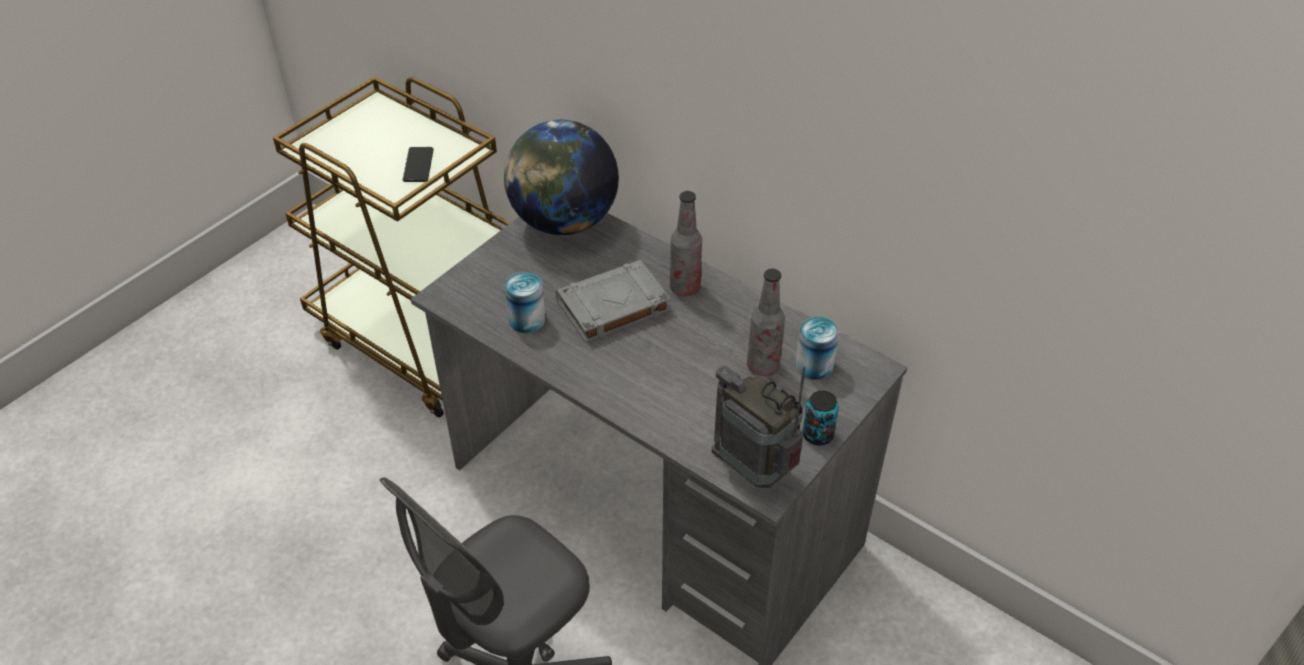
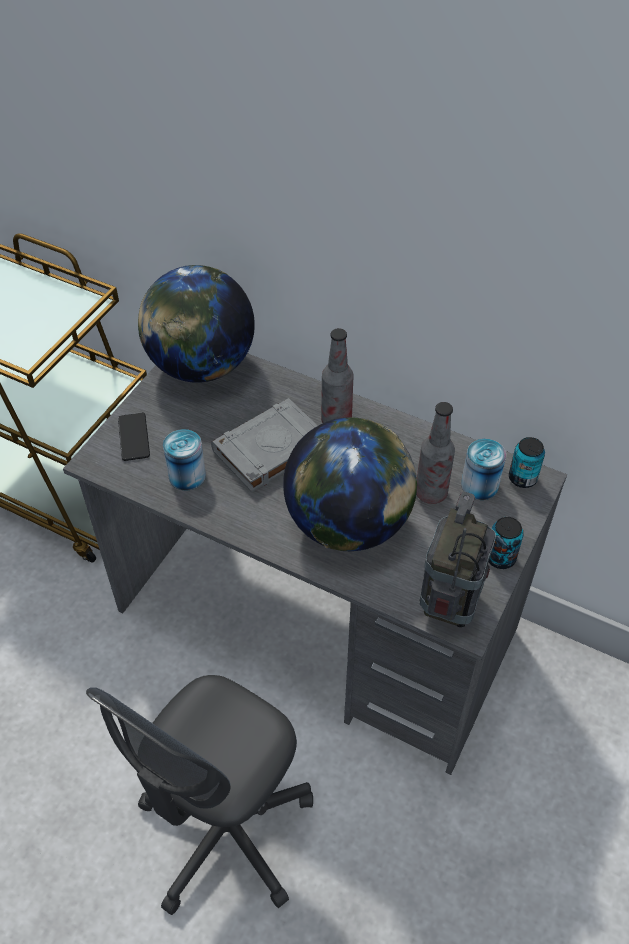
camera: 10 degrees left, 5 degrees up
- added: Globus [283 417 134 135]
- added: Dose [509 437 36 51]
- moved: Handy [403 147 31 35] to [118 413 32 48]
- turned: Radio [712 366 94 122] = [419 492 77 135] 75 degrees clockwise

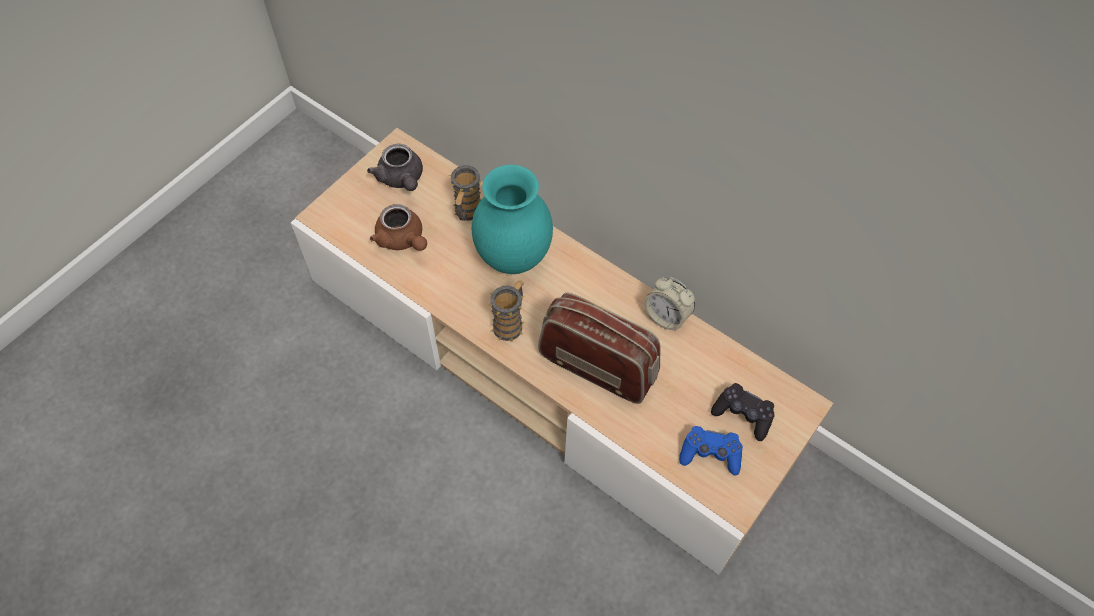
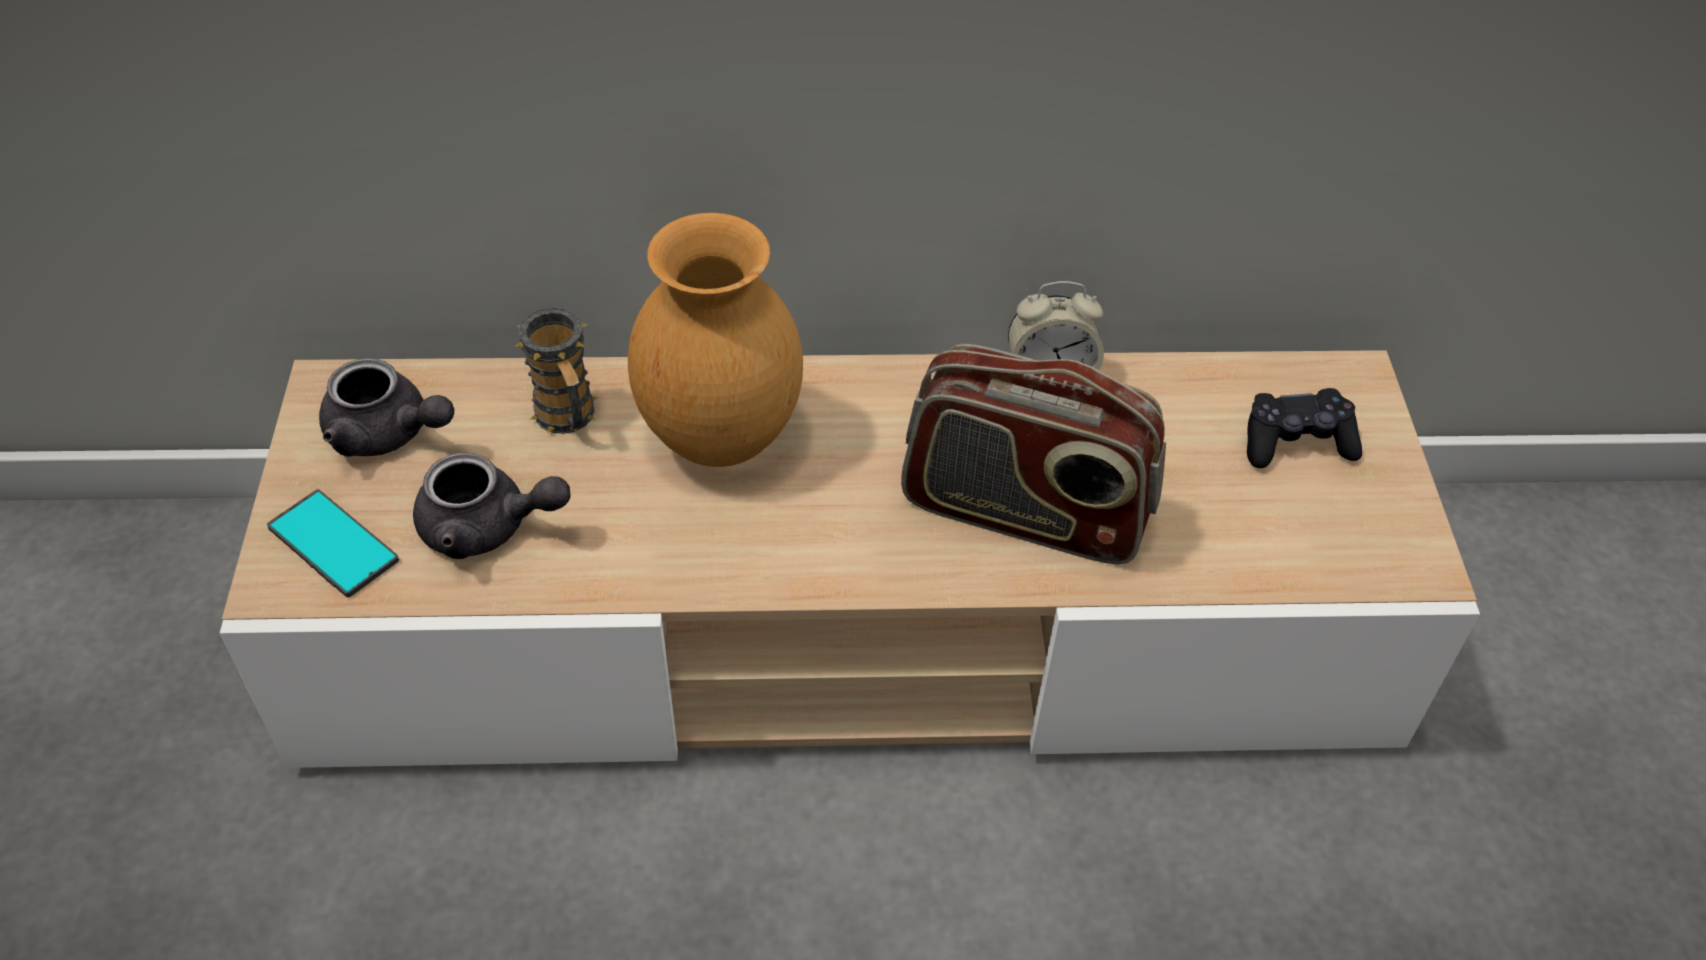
camera: 40 degrees left, 10 degrees down
- removed: Henkelbecher [488 280 37 61]
- removed: Gamepad (blau) [679 426 64 50]
- added: Handy [267 489 132 109]
- recoloured: Teekanne (braun) [370 204 57 47] to Teekanne (grau) [413 453 158 106]
- recoloured: Vase (türkis) [472 165 81 109] to Vase (braun) [628 213 175 254]
- turned: Radio [538 293 122 111] = [901 344 265 221] 150 degrees counterclockwise

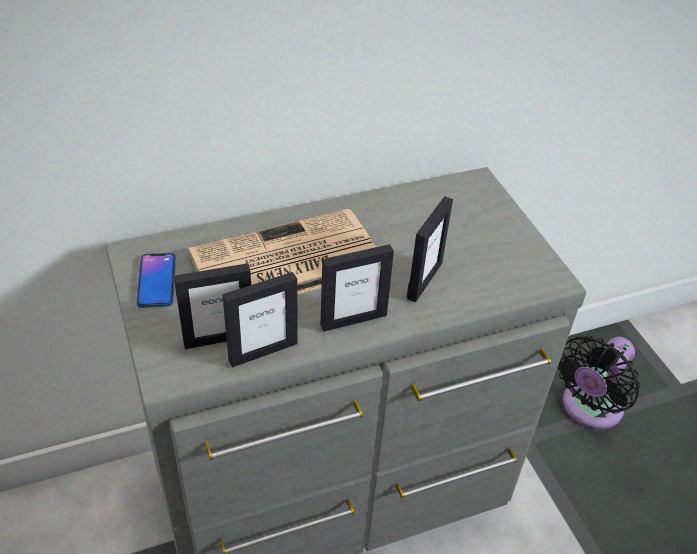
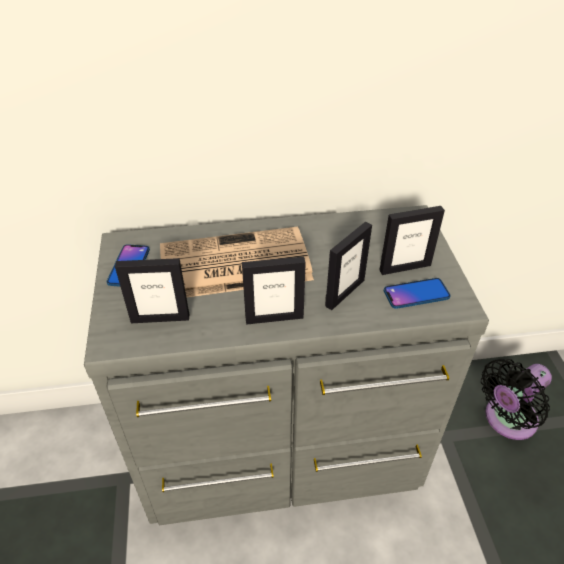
camera: 15 degrees right, 0 degrees up
- added: Handy [384 278 67 31]
- moved: Bilderrahmen [222 272 76 95] to [379 206 66 69]

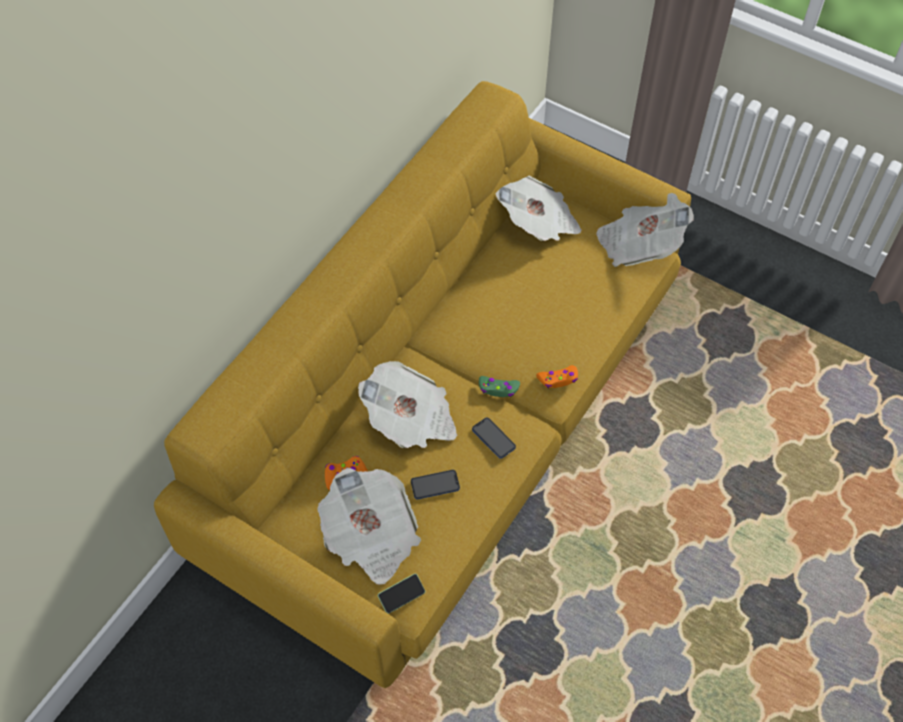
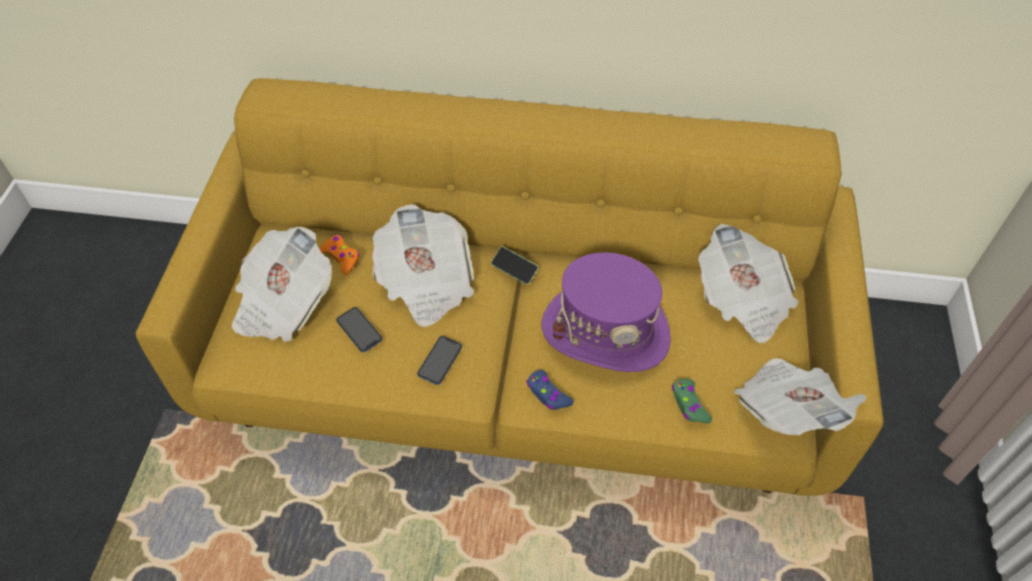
camera: 65 degrees right, 5 degrees down
- added: Hut (lila) [541 252 130 120]
- moved: Handy [378 574 47 40] to [491 246 48 39]
- moved: Gamepad (grün) [479 376 41 21] to [672 379 40 44]
- recoloured: Gamepad (orange) [536 365 42 23] to Gamepad (blau) [526 370 48 40]

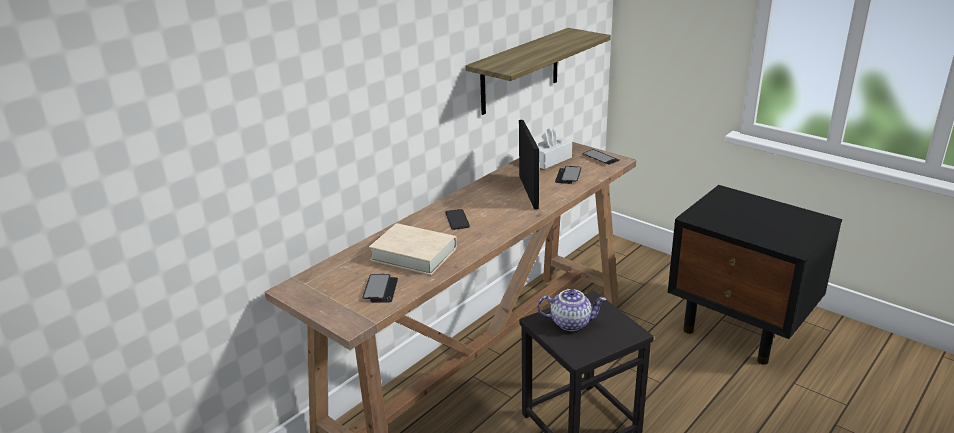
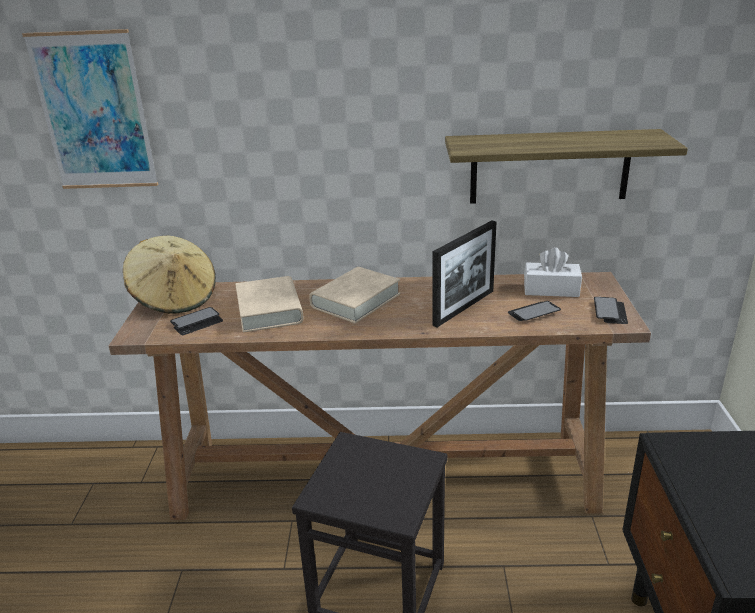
camera: 50 degrees right, 0 degrees up
- removed: Teekanne [537 289 70 42]
- added: Bild [22 29 136 160]
- added: Hut (beige) [123 235 93 79]
- replaced: Handy [445 209 25 21] to Buch (beige) [309 267 91 56]

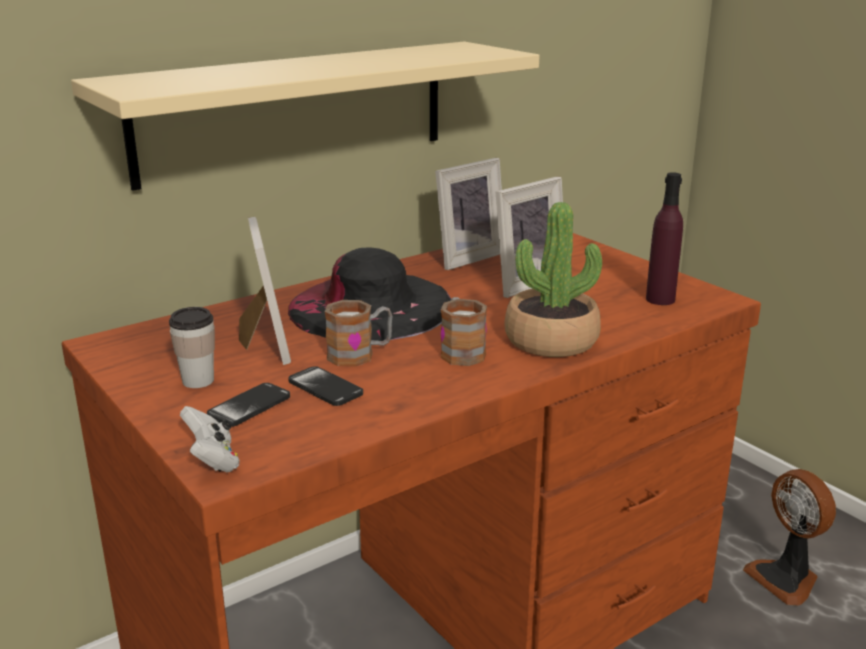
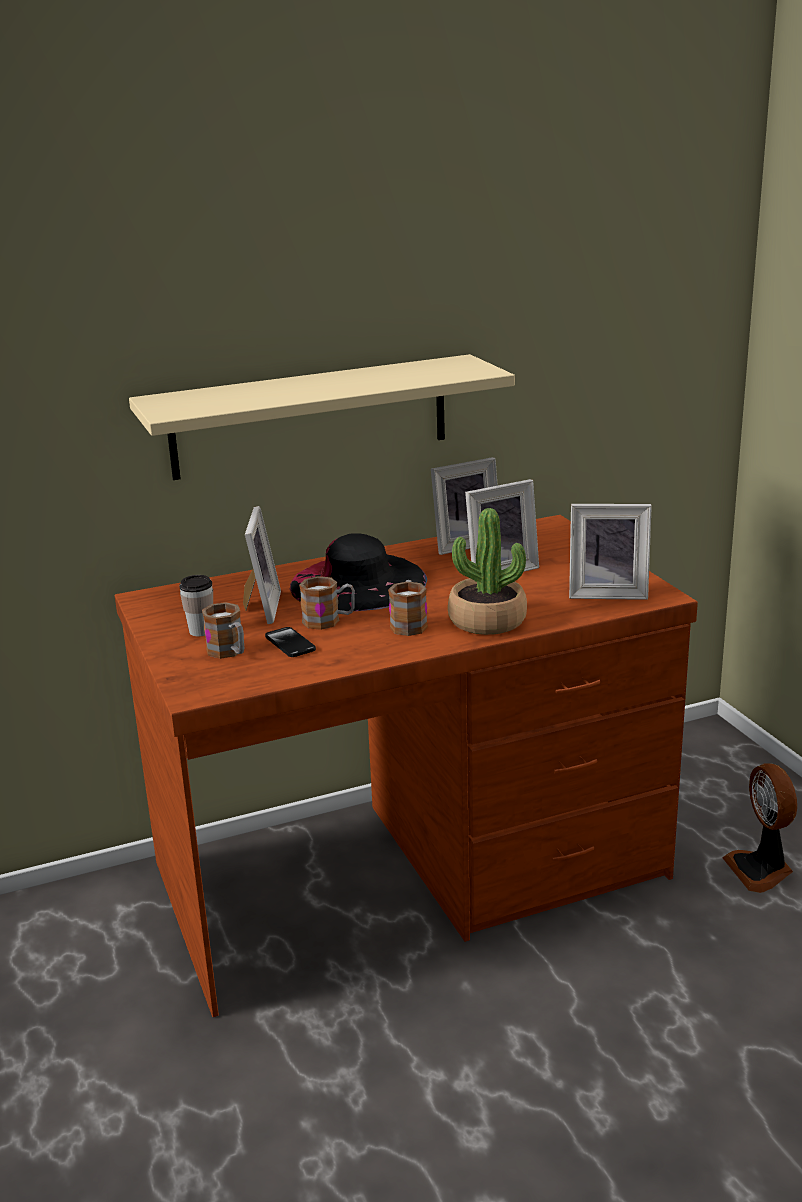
camera: 15 degrees right, 0 degrees up
- removed: Gamepad (weiß) [180 406 60 66]
- replaced: Handy [207 383 83 44] to Henkelbecher [202 602 42 57]
- replaced: Flasche (lila) [646 172 37 133] to Bilderrahmen [569 504 83 96]

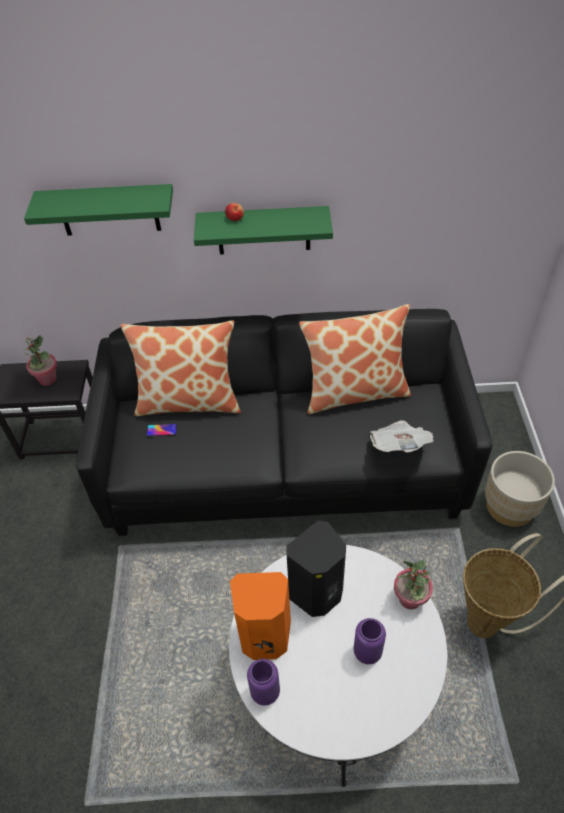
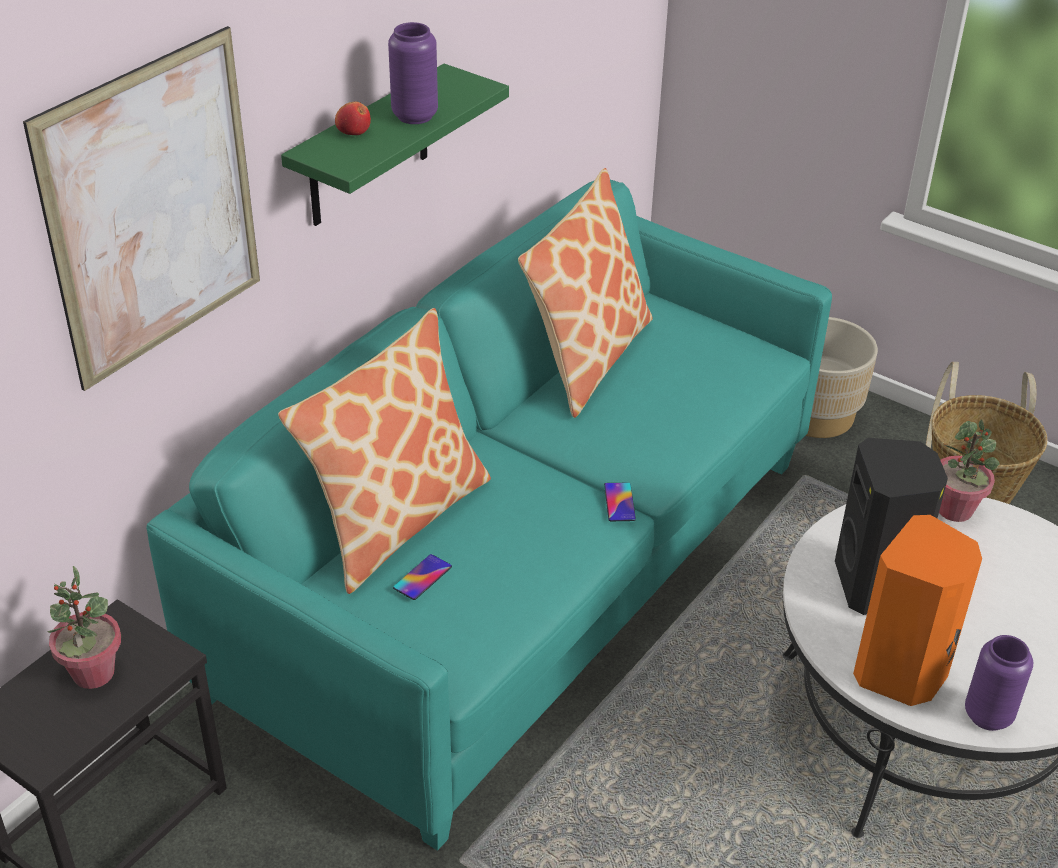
camera: 55 degrees left, 10 degrees down
- removed: Zeitung [370 420 63 33]
- added: Handy [604 483 32 38]
- moved: Vase (lila) [354 618 32 46] to [388 22 50 102]
- replaced: Wandregal (grün) [24 184 149 52] to Bild [23 26 237 365]
- recoloured: Sofa (schwarz) [76 309 417 227] to Sofa (türkis) [146 180 686 671]

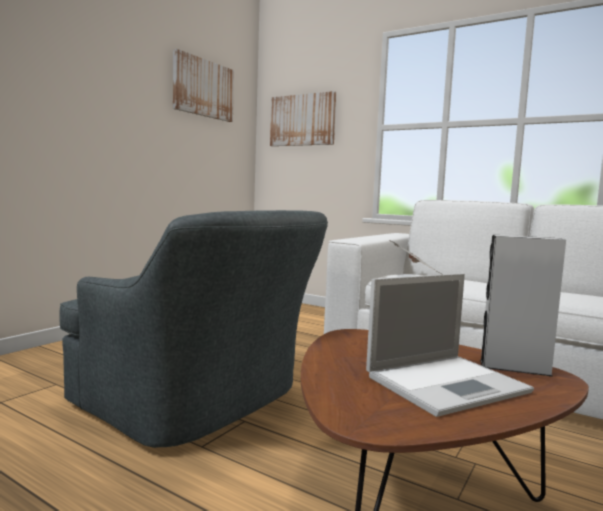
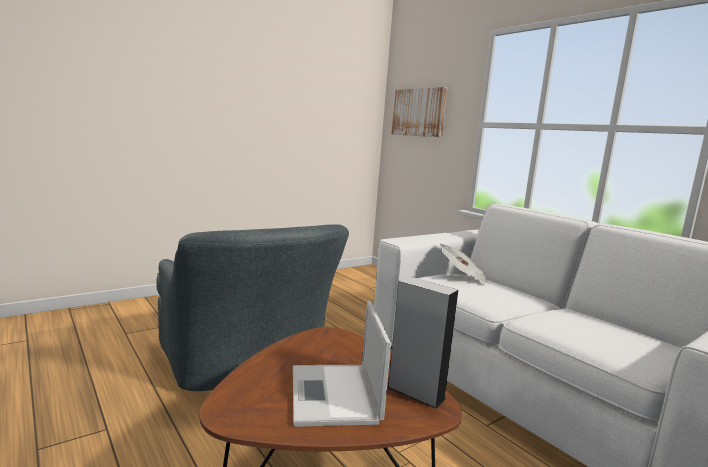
camera: 20 degrees right, 5 degrees up
- removed: Bild [173 49 61 73]
- turned: Laptop [366 273 168 144] = [293 300 98 127] 90 degrees clockwise

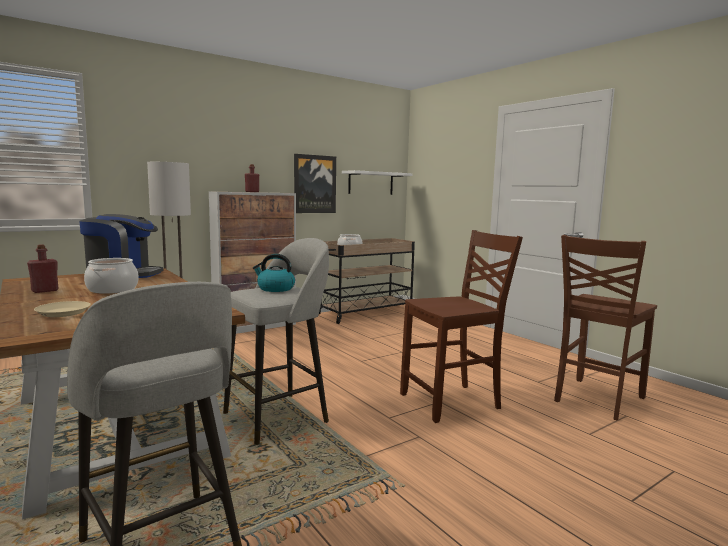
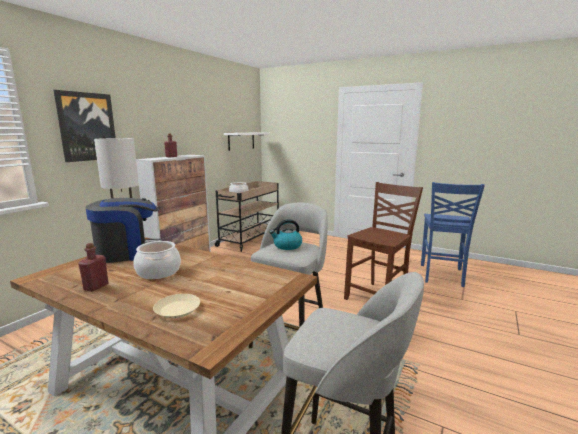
camera: 25 degrees left, 5 degrees up
- moved: Bild [294 154 42 59] to [54 90 62 72]
- recoloured: Stuhl (braun) [554 235 103 185] to Stuhl (blau) [421 182 64 105]

